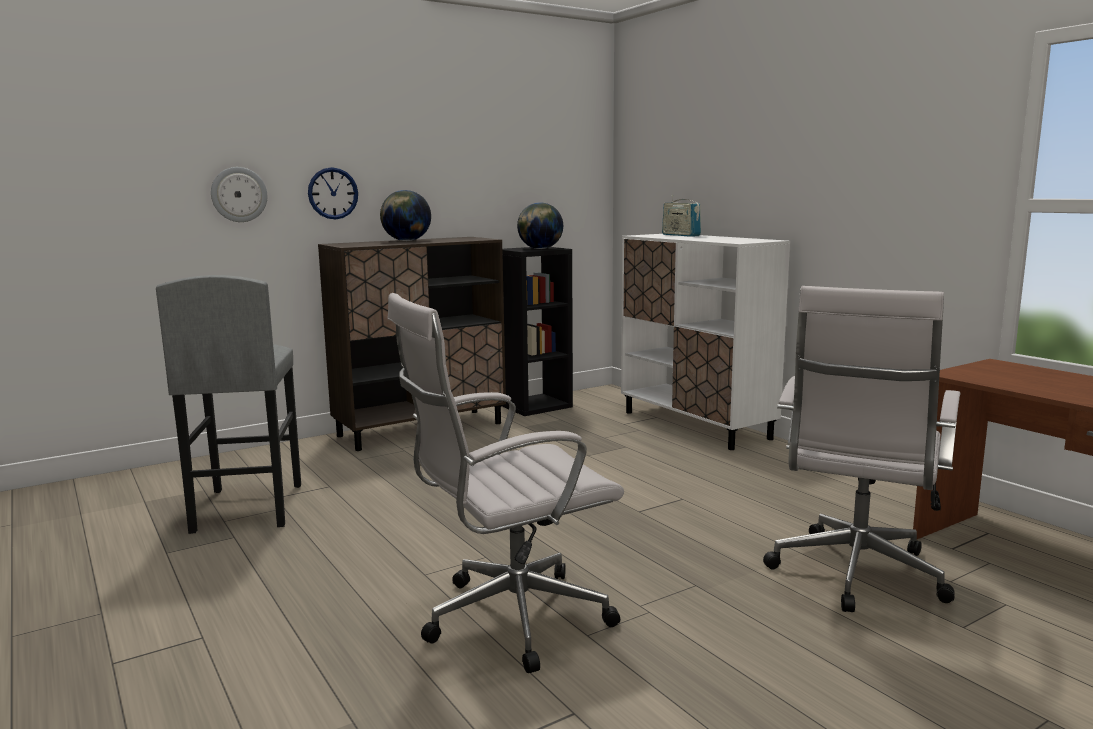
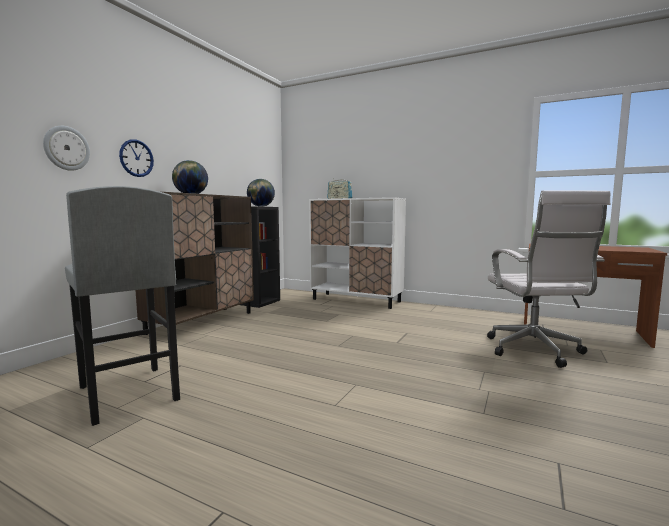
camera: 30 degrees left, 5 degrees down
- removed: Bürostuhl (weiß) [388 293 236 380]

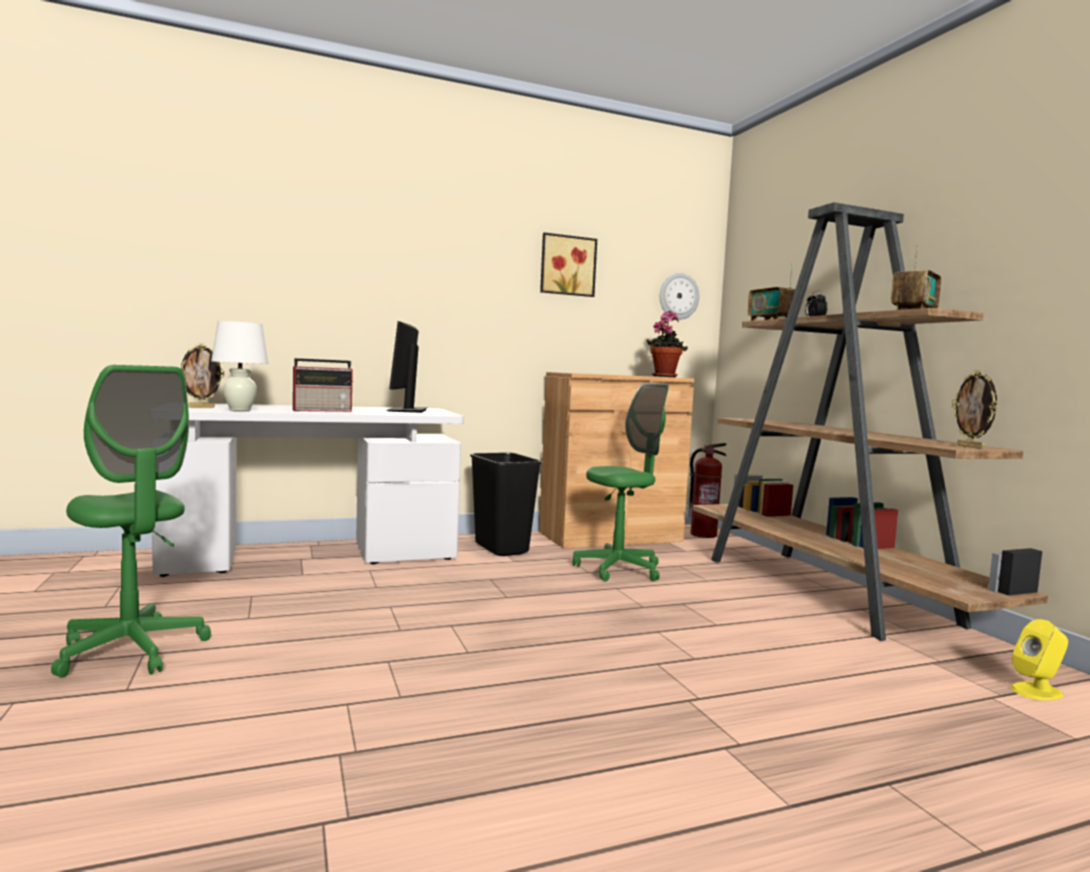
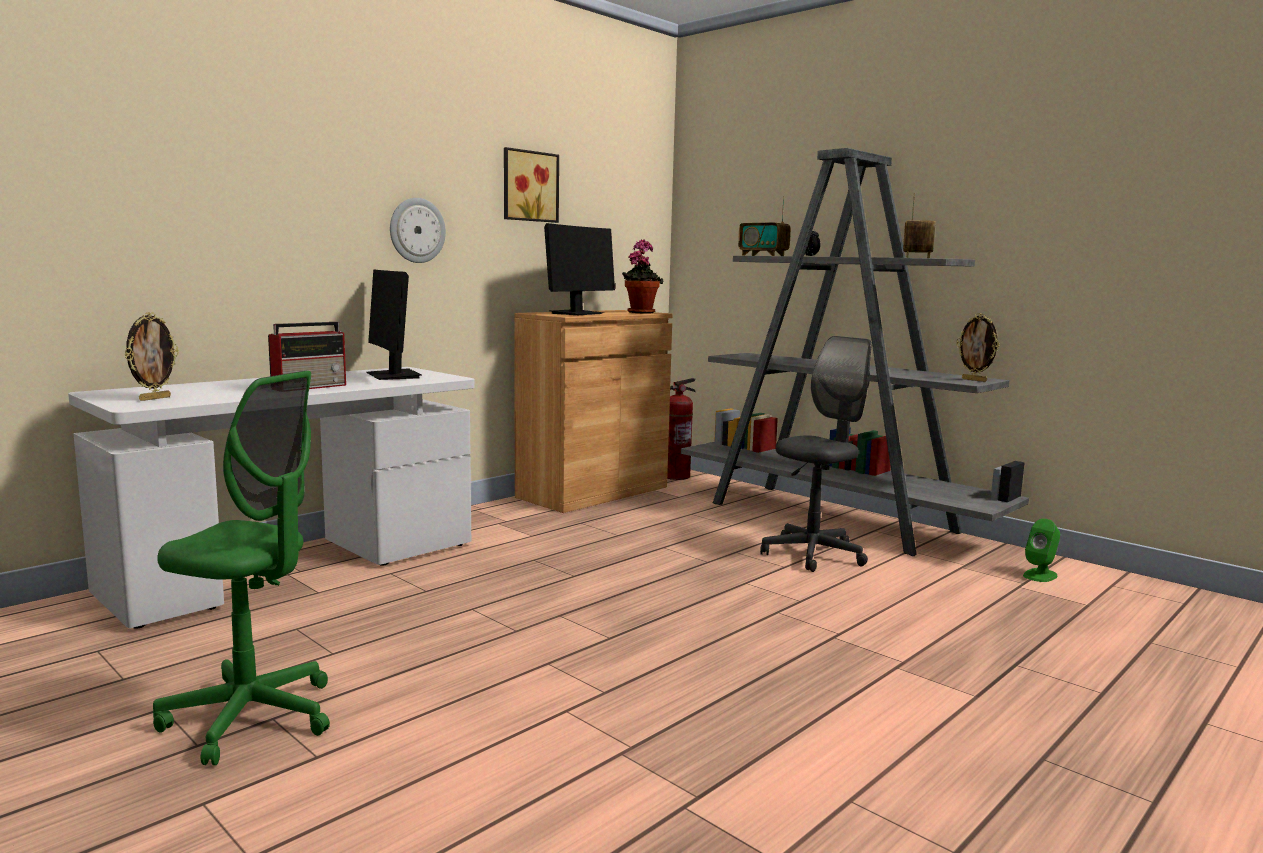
camera: 25 degrees left, 5 degrees up
- removed: Tischlampe (weiß) [211 321 57 90]
- removed: Mülleimer (schwarz) [470 453 72 103]
- removed: Bürostuhl (grün) [572 383 97 199]
- added: Monitor [544 223 71 92]
- added: Bürostuhl (grau) [760 336 112 236]
- moved: Wanduhr [660 273 39 47] to [390 198 56 65]
- recoloured: Bücherregal (braun) [693 202 355 439] to Bücherregal (grau) [681 148 348 408]
- recoloured: Lautsprecher (gelb) [1010 619 58 81] to Lautsprecher (grün) [1023 519 37 63]

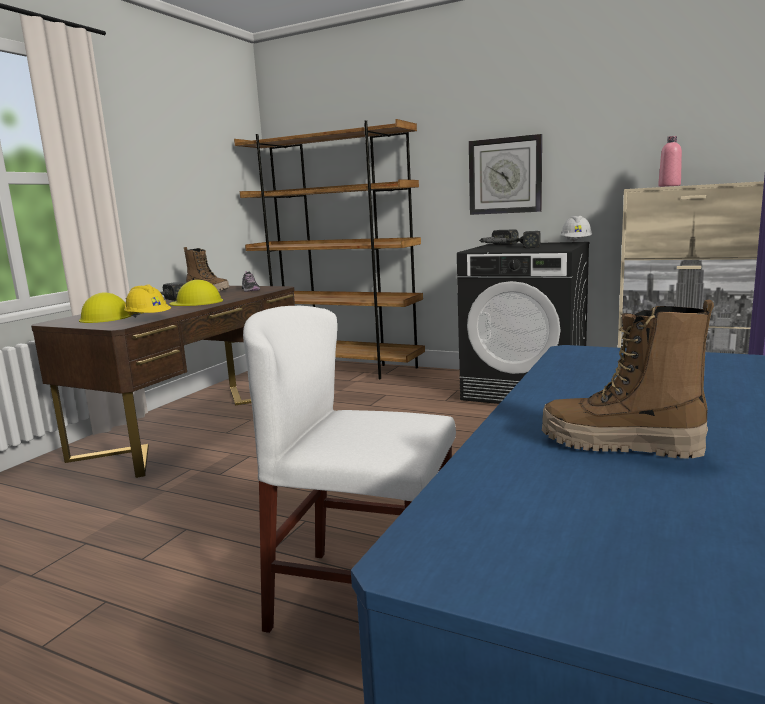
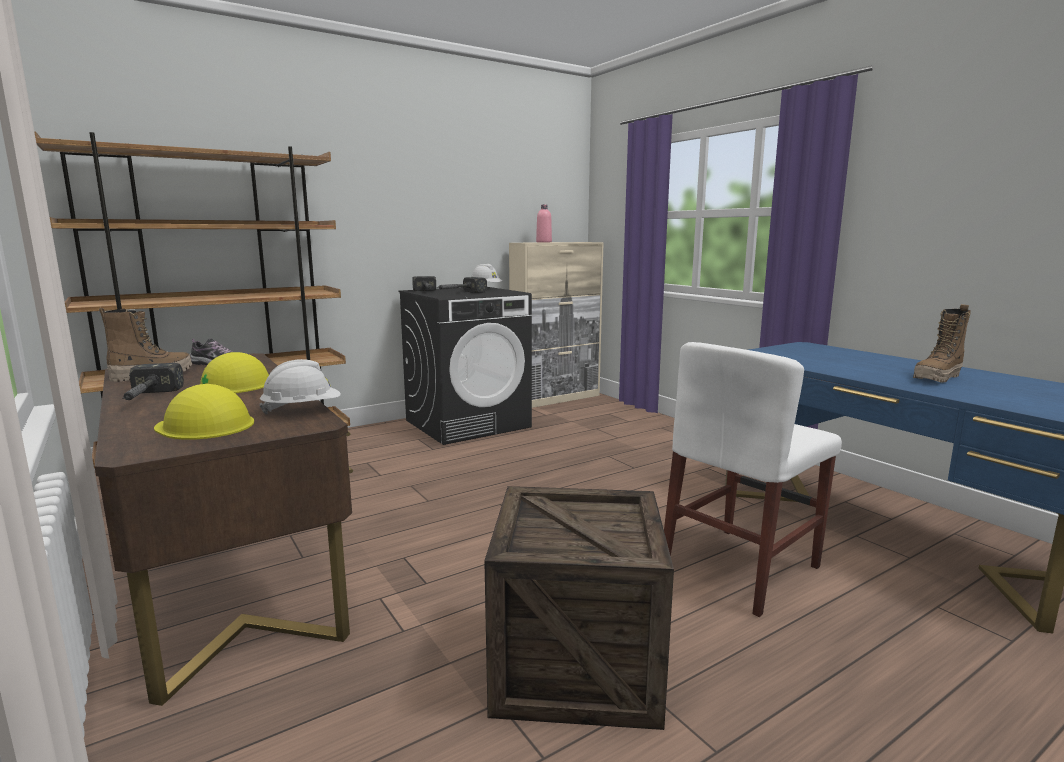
camera: 60 degrees left, 0 degrees up
- removed: Wanduhr [469 134 73 81]
- added: Kiste [484 486 190 244]
- recoloured: Schutzhelm (gelb) [124 284 47 34] to Schutzhelm (weiß) [259 359 82 55]

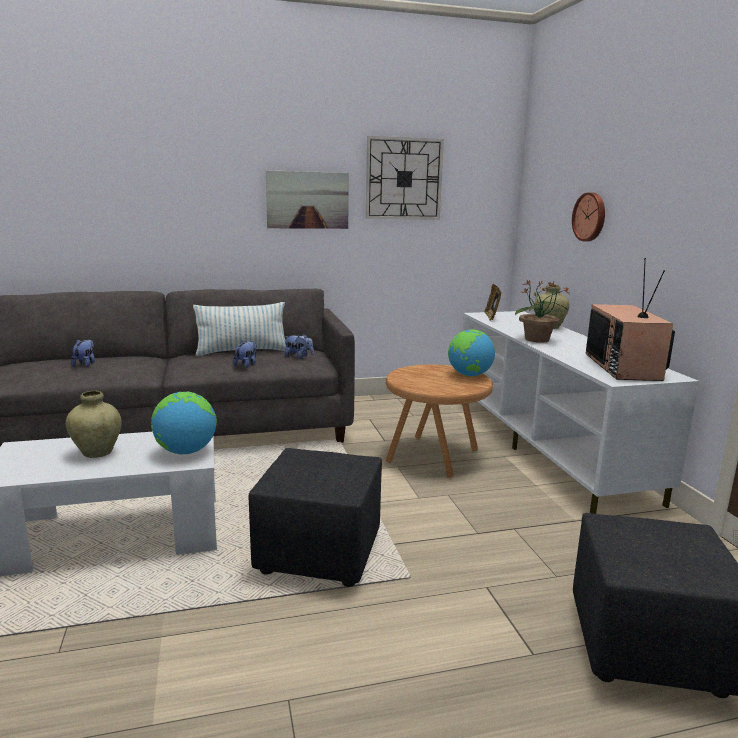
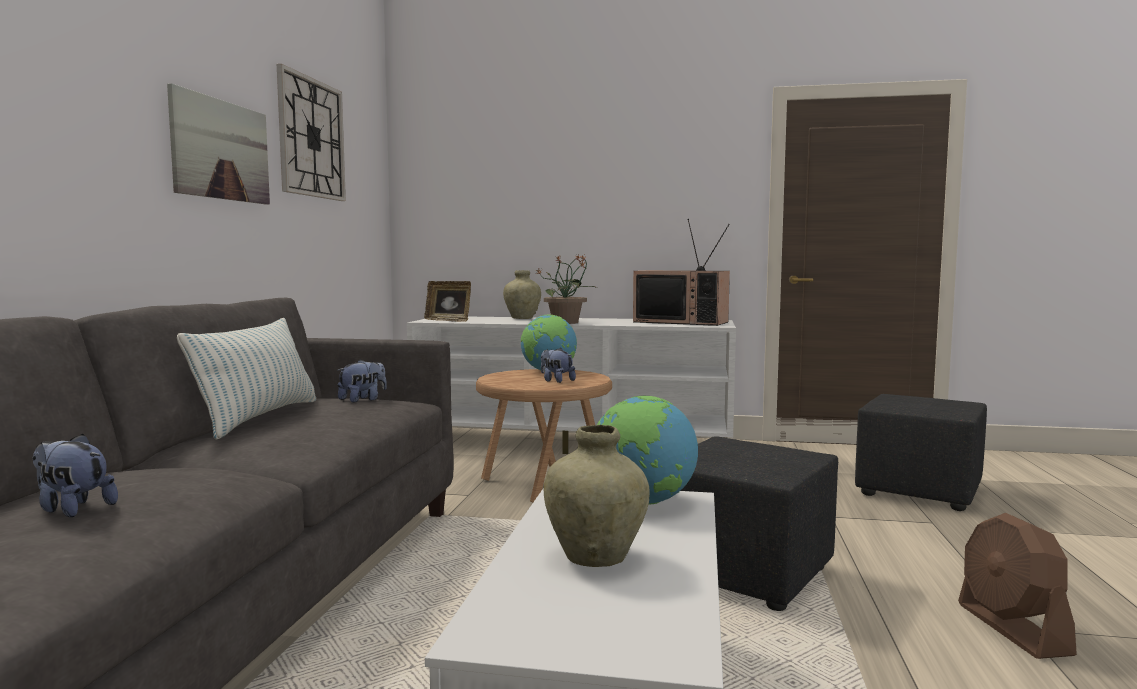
camera: 65 degrees left, 10 degrees down
- removed: Wanduhr [572 193 33 48]
- added: Ventilator (braun) [958 513 119 146]
- moved: Plüschtier [233 340 24 28] to [541 348 35 35]

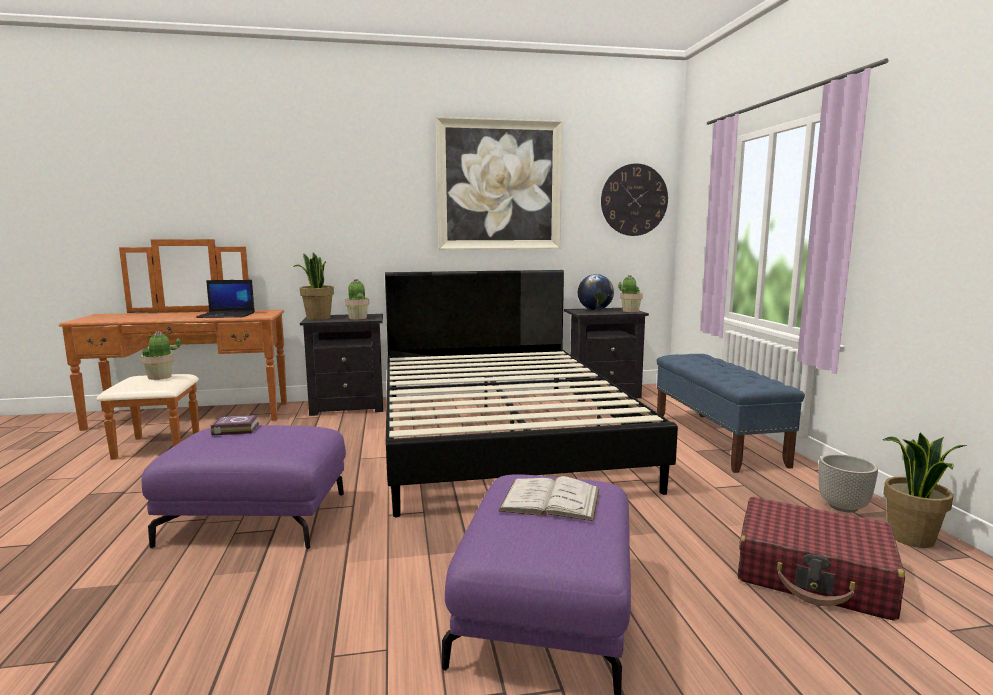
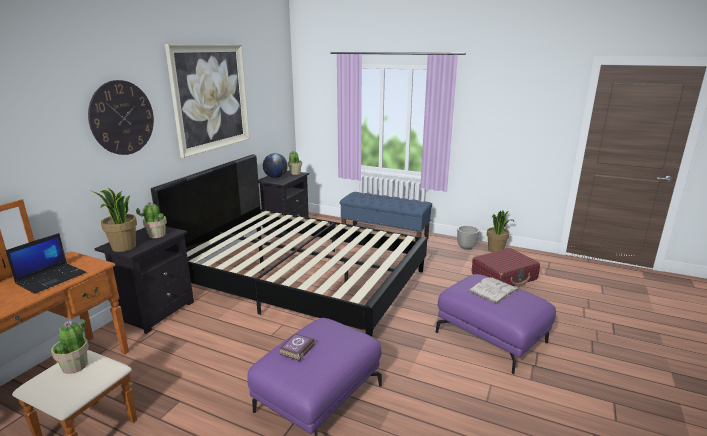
camera: 55 degrees left, 10 degrees up
- moved: Wanduhr [601 164 67 72] to [88 80 66 75]

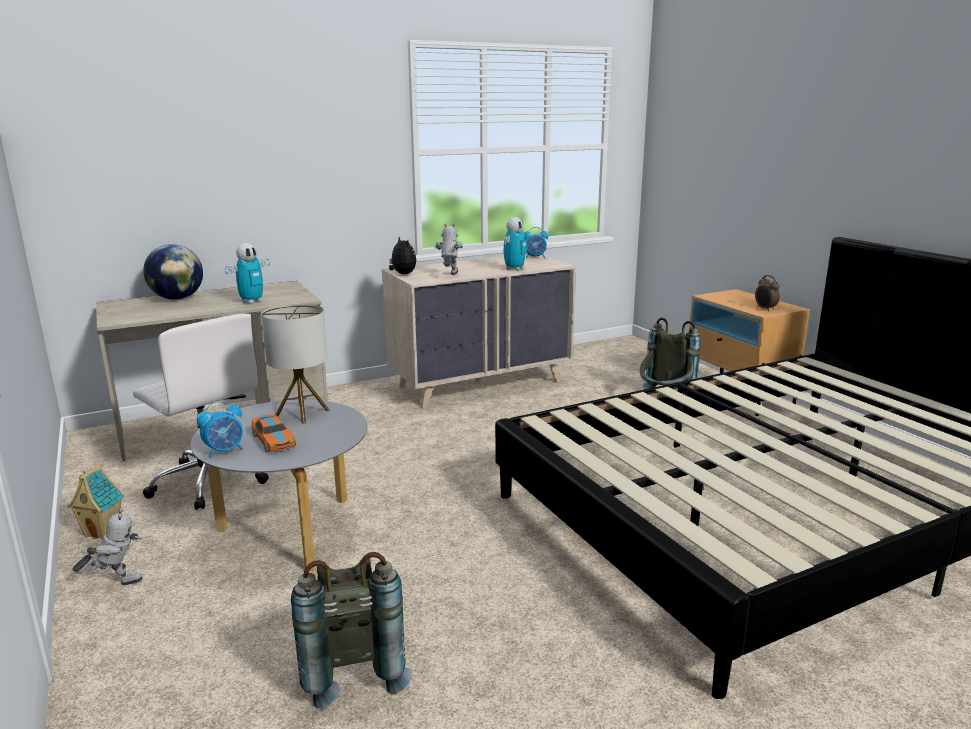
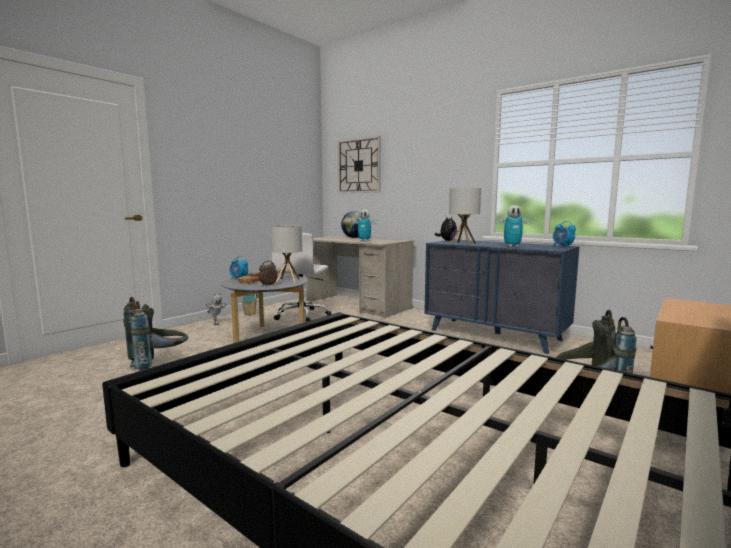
camera: 65 degrees right, 10 degrees down
- added: Wanduhr [338 136 43 57]
- moved: Wecker [755 275 25 36] to [259 261 19 26]
- replaced: Spielzeugroboter [435 223 28 52] to Tischlampe [449 188 32 57]
- recoloured: Kommode (beige) [382 254 194 154] to Kommode (blau) [424 240 156 114]

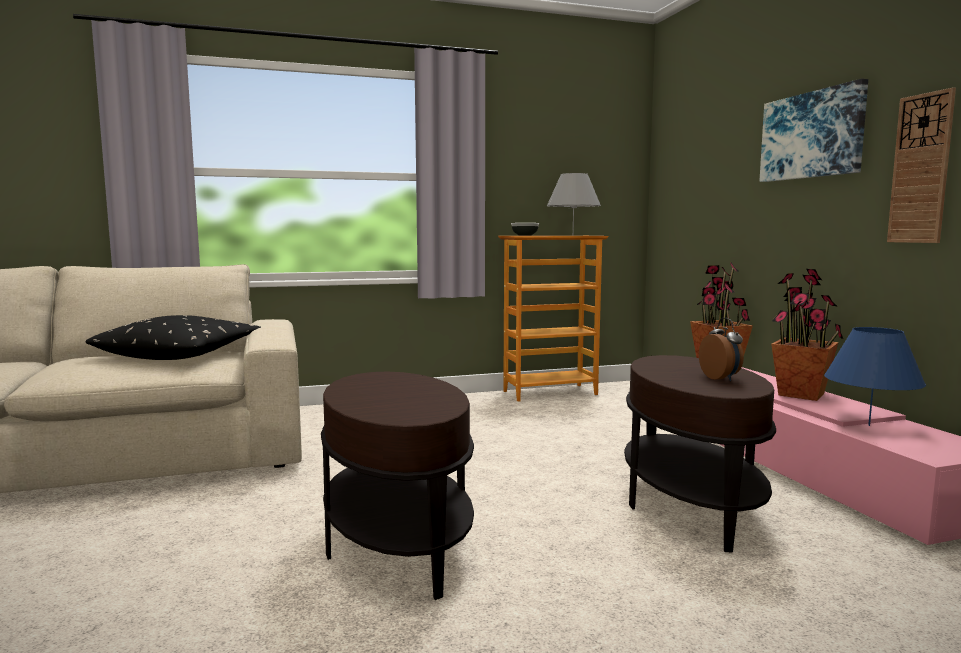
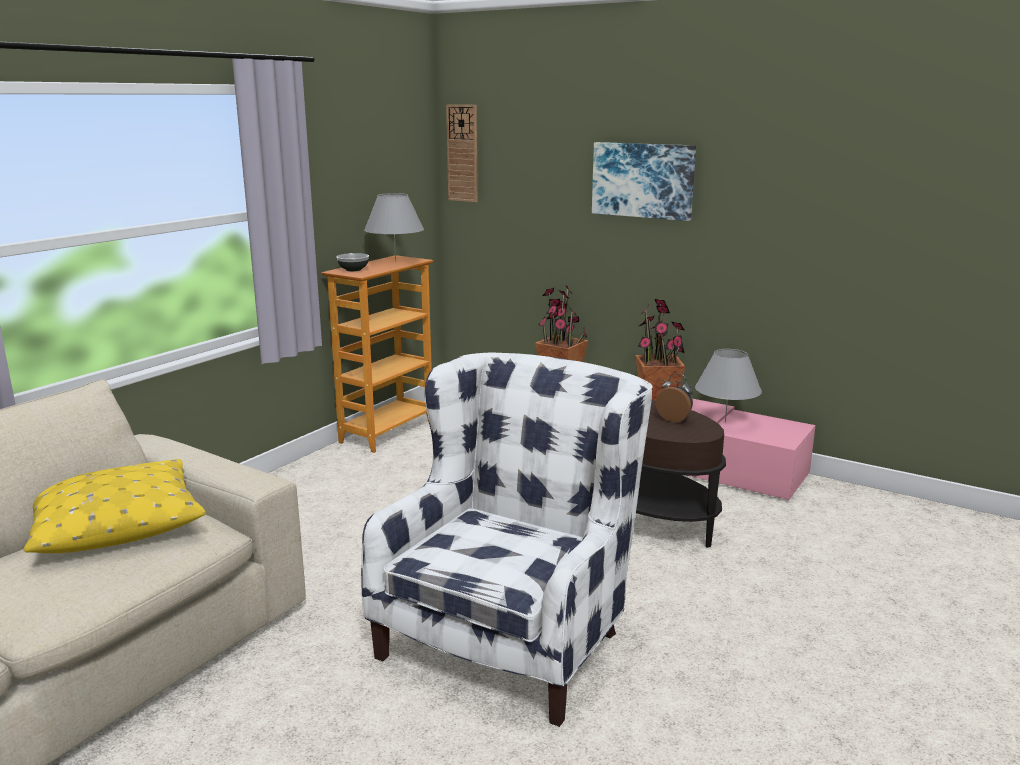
camera: 40 degrees left, 10 degrees up
- moved: Wanduhr [887 87 69 156] to [446 105 32 97]
- replaced: Beistelltisch (braun) [321 372 153 228] to Sessel (weiß) [361 352 291 375]
- recoloured: Kissen (schwarz) [85 315 176 45] to Kissen (gelb) [24 459 182 94]
- recoloured: Tischlampe (blau) [824 327 102 99] to Tischlampe (grau) [695 349 67 73]

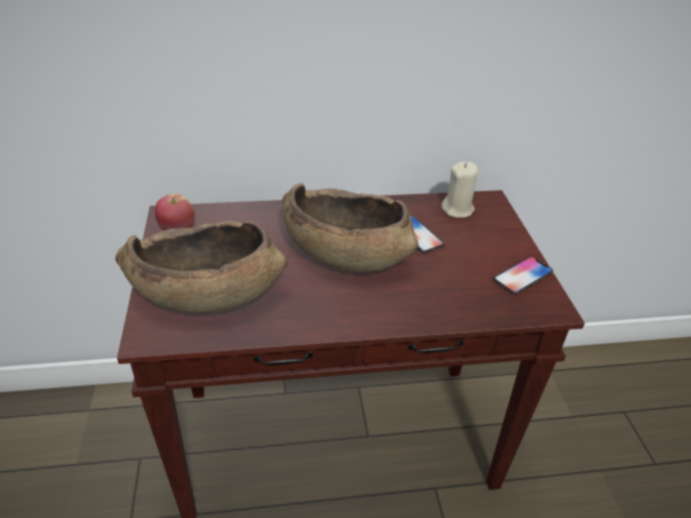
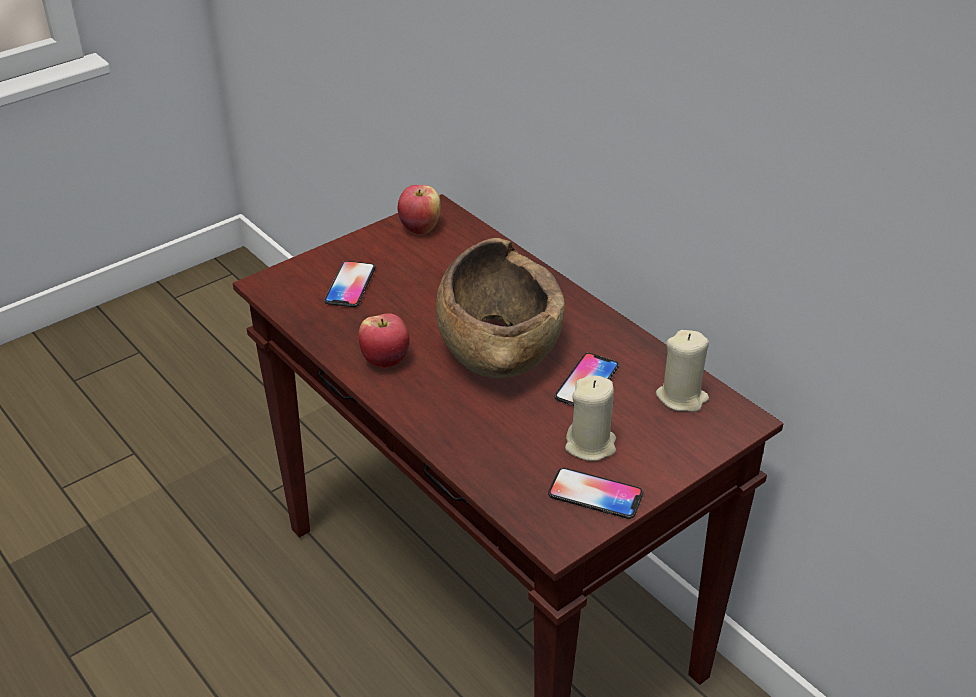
camera: 60 degrees right, 0 degrees up
- added: Apfel [359 313 51 55]
- added: Kerze (beige) [565 376 51 85]
- replaced: Schüssel (braun) [115 220 172 93] to Handy [324 261 51 46]

